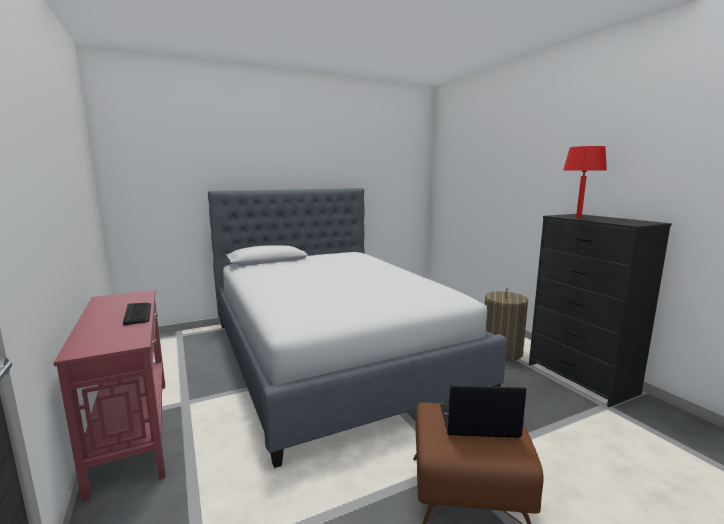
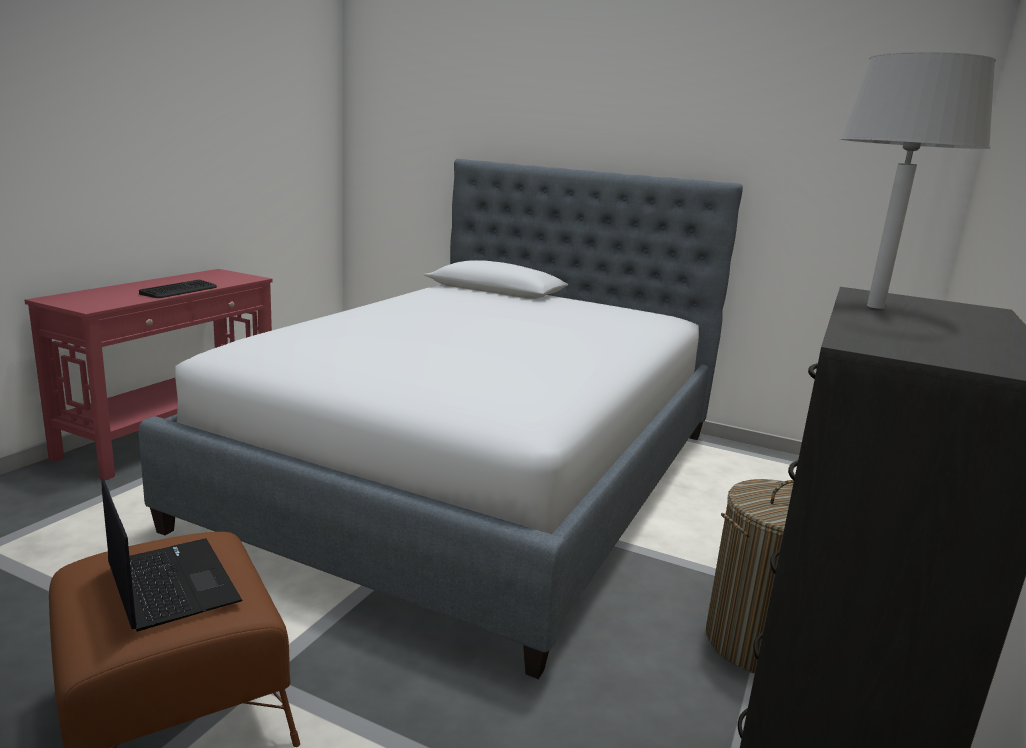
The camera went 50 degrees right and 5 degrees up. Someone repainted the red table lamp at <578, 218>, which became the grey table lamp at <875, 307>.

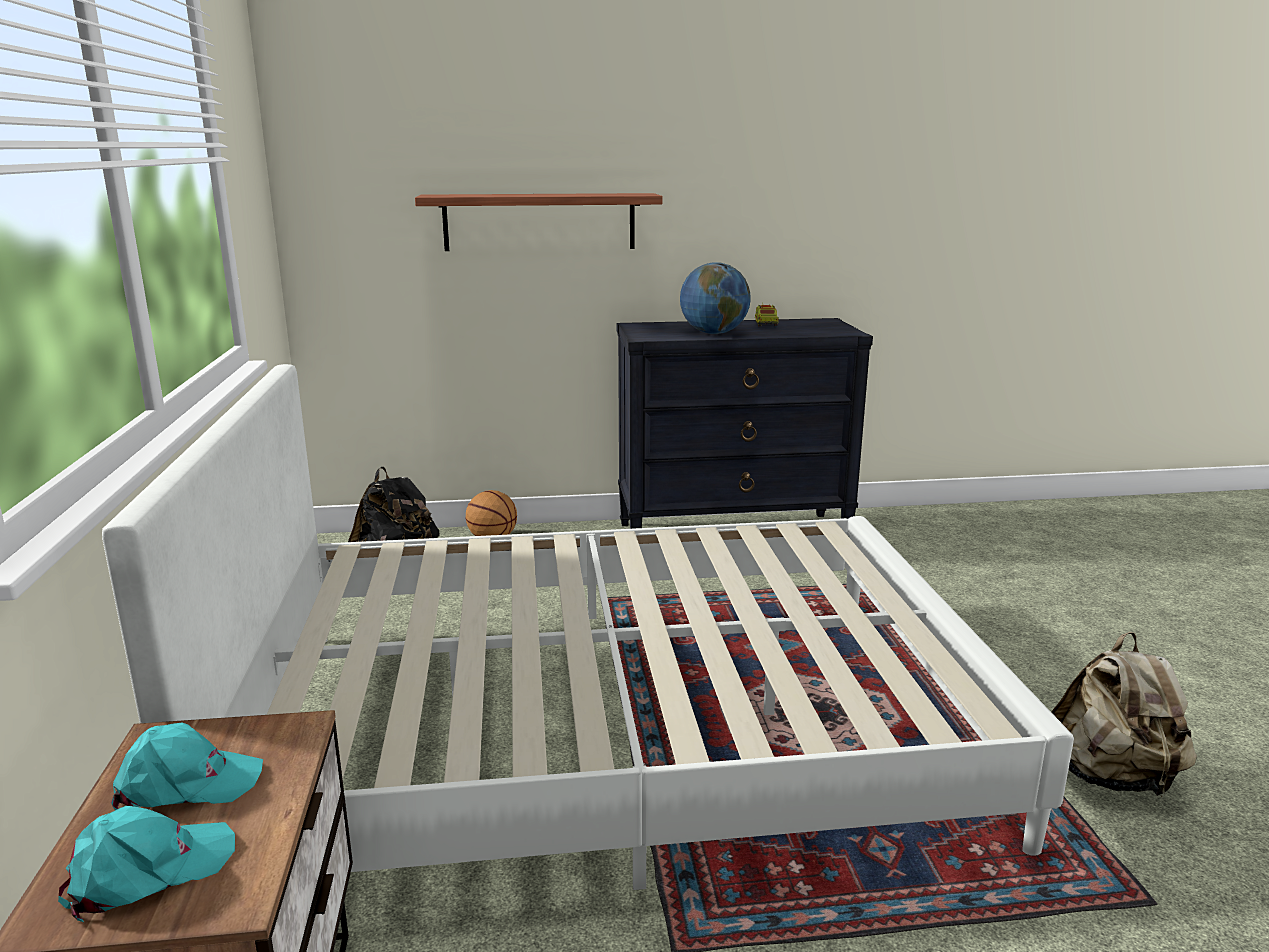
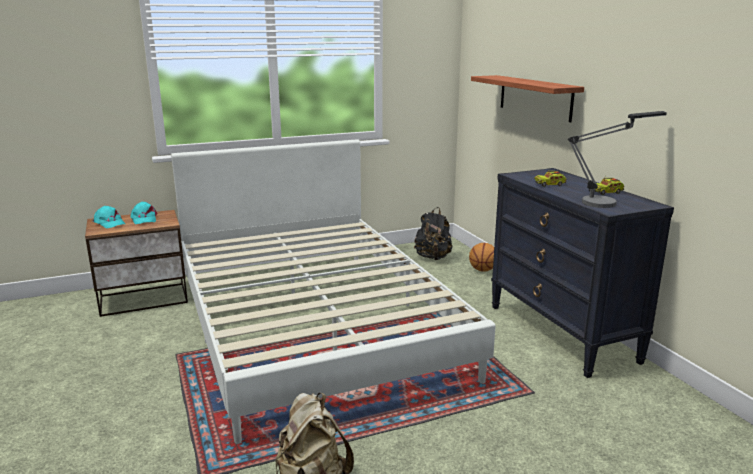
The camera went 75 degrees right and 0 degrees up. Someone swapped the globe at <714, 333> for the toy truck at <550, 184>. Someone put down the table lamp at <607, 202>.

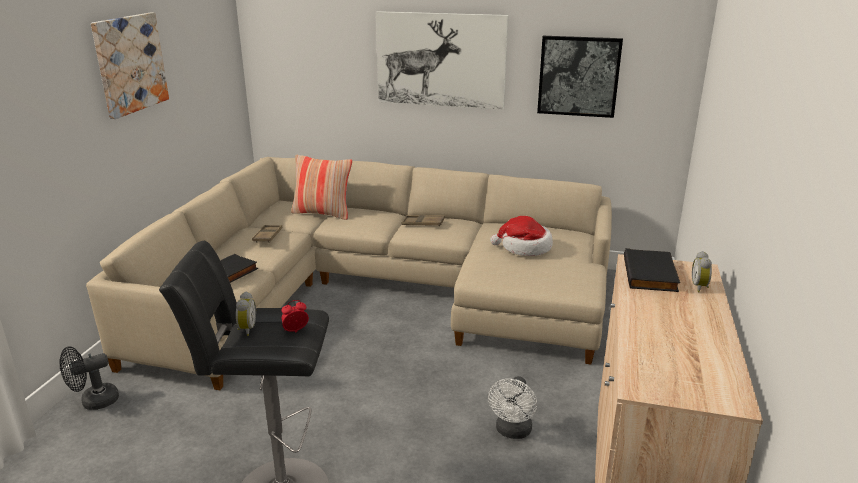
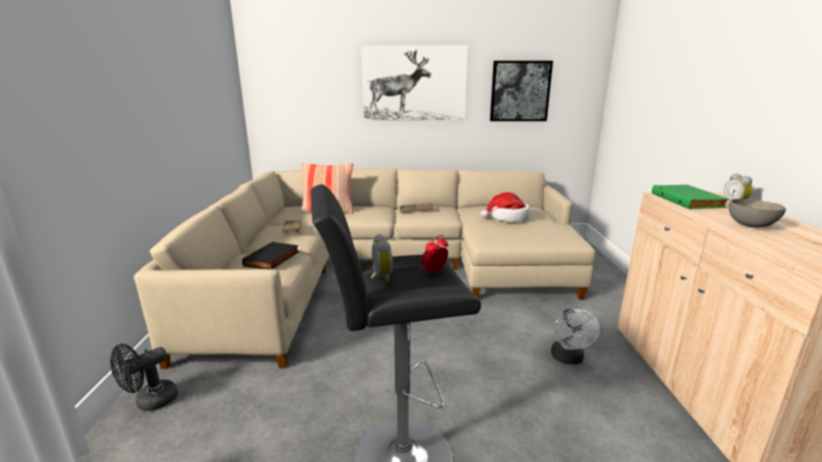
The camera went 15 degrees left and 5 degrees down. Someone took away the picture at <129, 64>. Someone repainted the black book at <651, 274>, which became the green book at <688, 200>. Someone put down the grey bowl at <752, 226>.

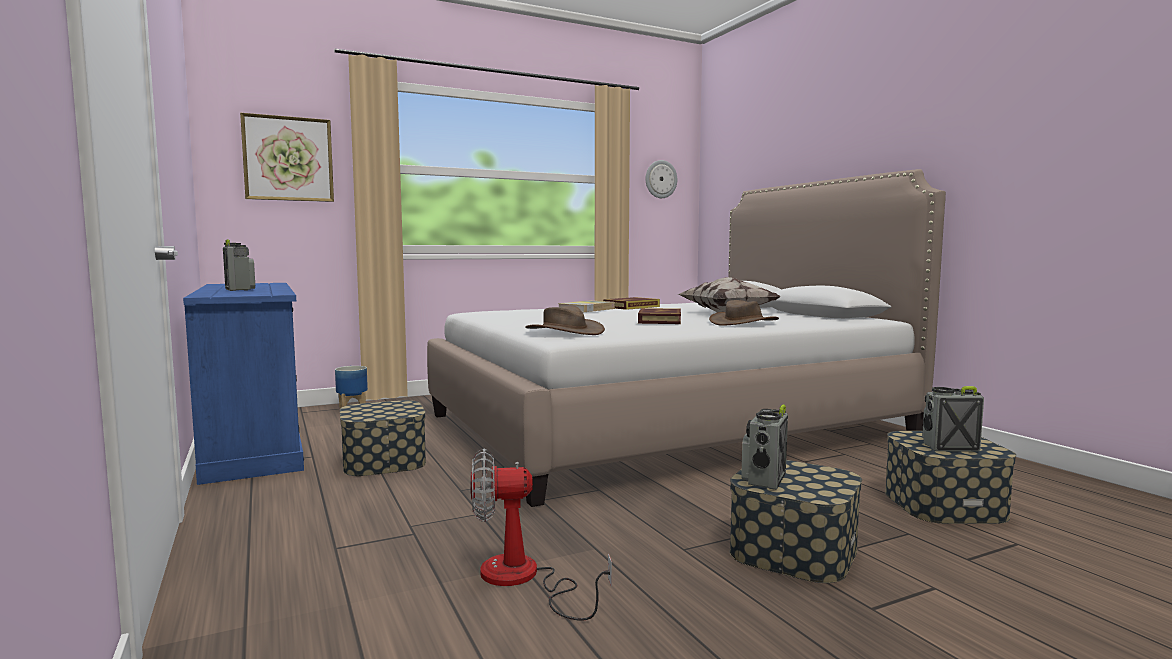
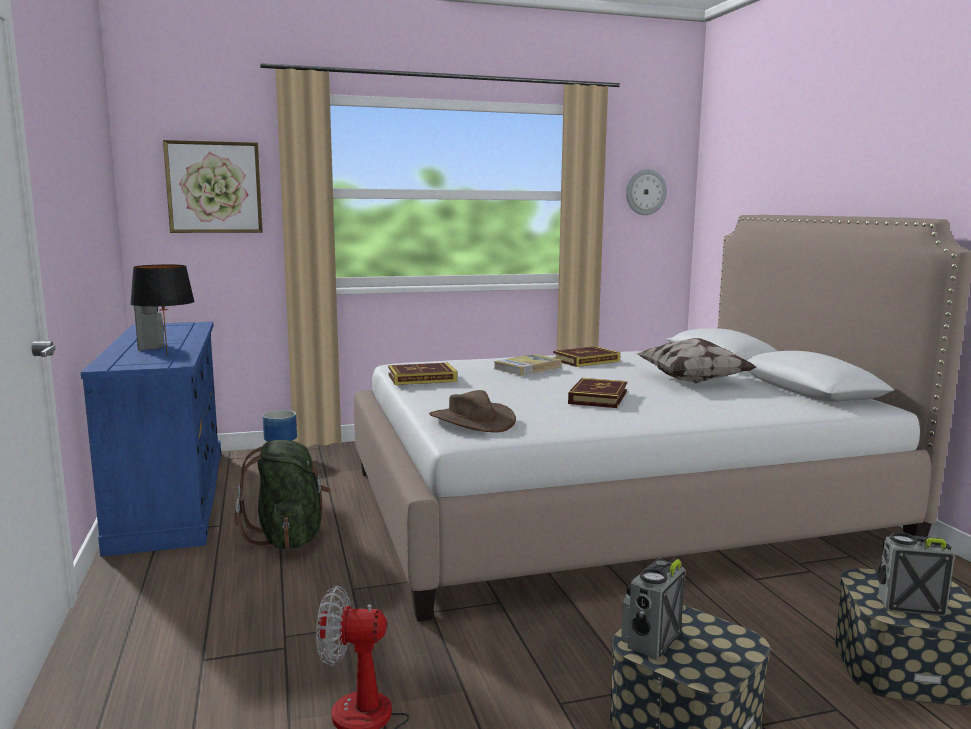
The camera went 10 degrees right and 5 degrees up. Someone swapped the storage box at <384, 461> for the green backpack at <288, 538>. Someone took away the brown hat at <744, 323>. Someone put down the black table lamp at <167, 355>. Someone put down the book at <422, 378>.

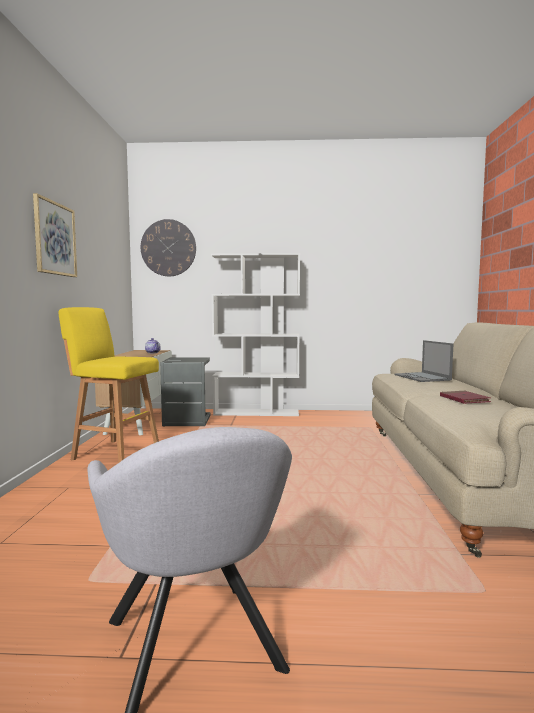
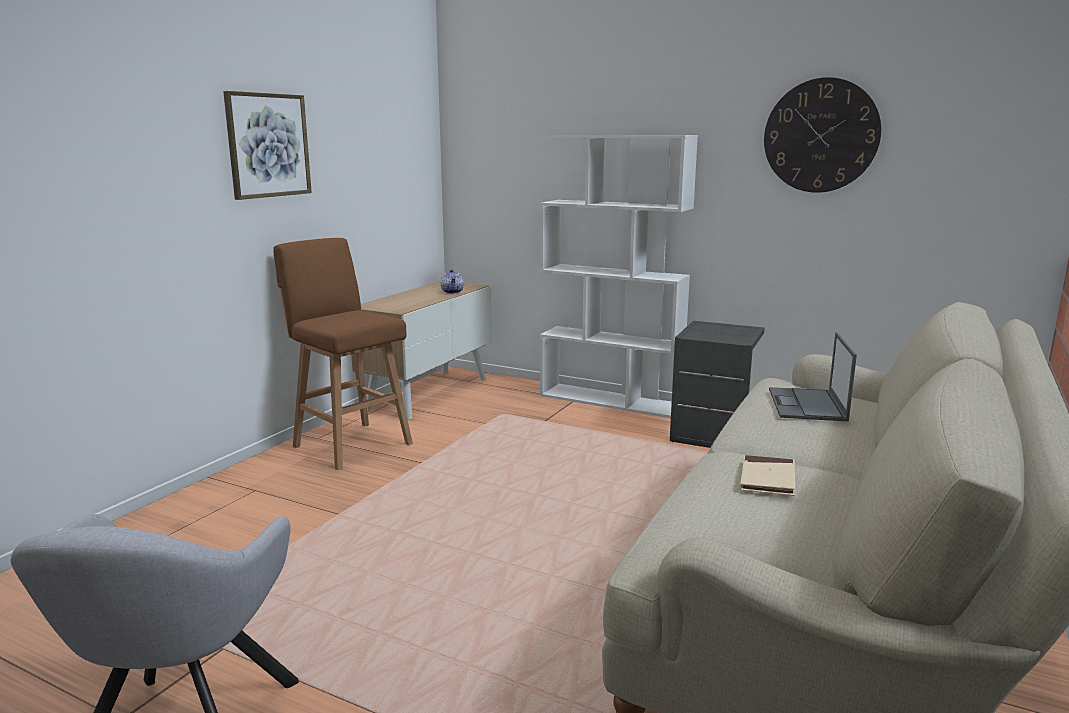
The camera went 25 degrees right and 10 degrees up. Someone repainted the yellow stool at <114, 452>, which became the brown stool at <350, 444>. Someone carried the wall clock from <168, 248> to <821, 136>. Someone carried the grey side table from <188, 421> to <715, 435>. Someone repainted the red book at <464, 400>, which became the beige book at <767, 479>.

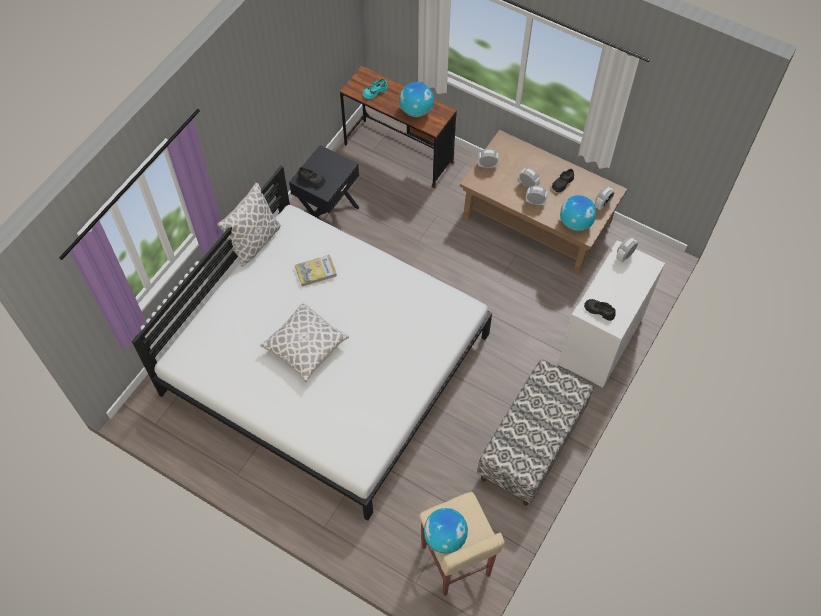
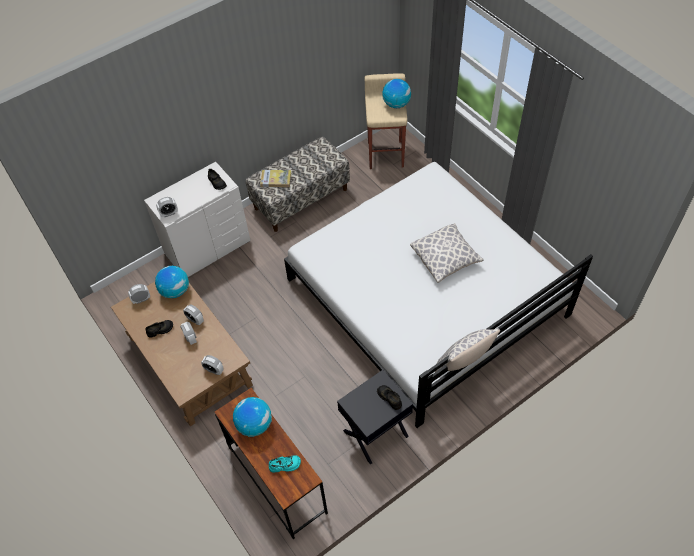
The camera went 155 degrees left and 5 degrees down. Someone carried the book from <316, 271> to <276, 179>.

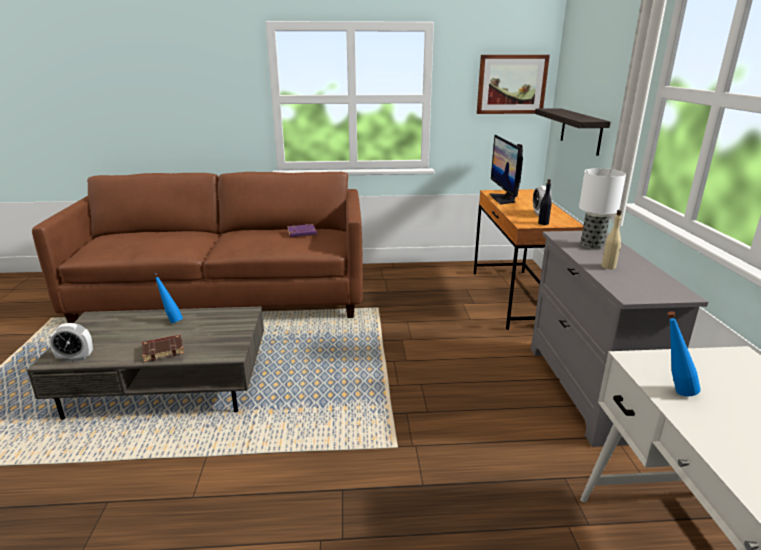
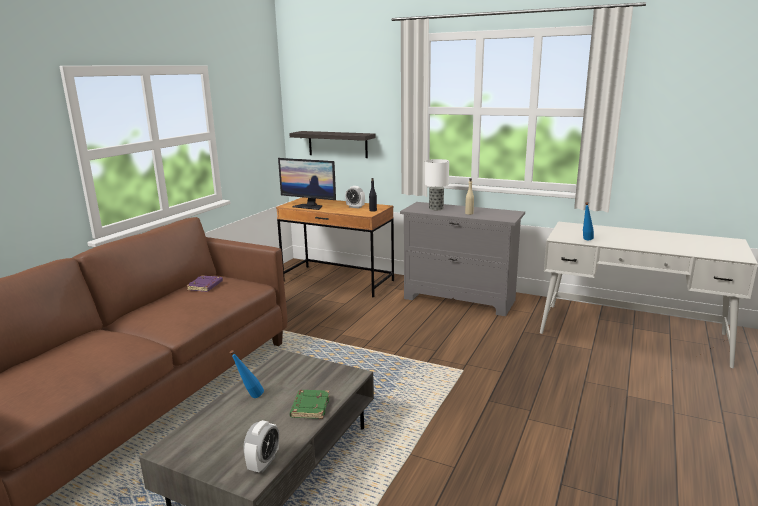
The camera went 60 degrees left and 5 degrees down. Someone repainted the brown book at <163, 350>, which became the green book at <309, 407>. Someone took away the picture at <511, 84>.

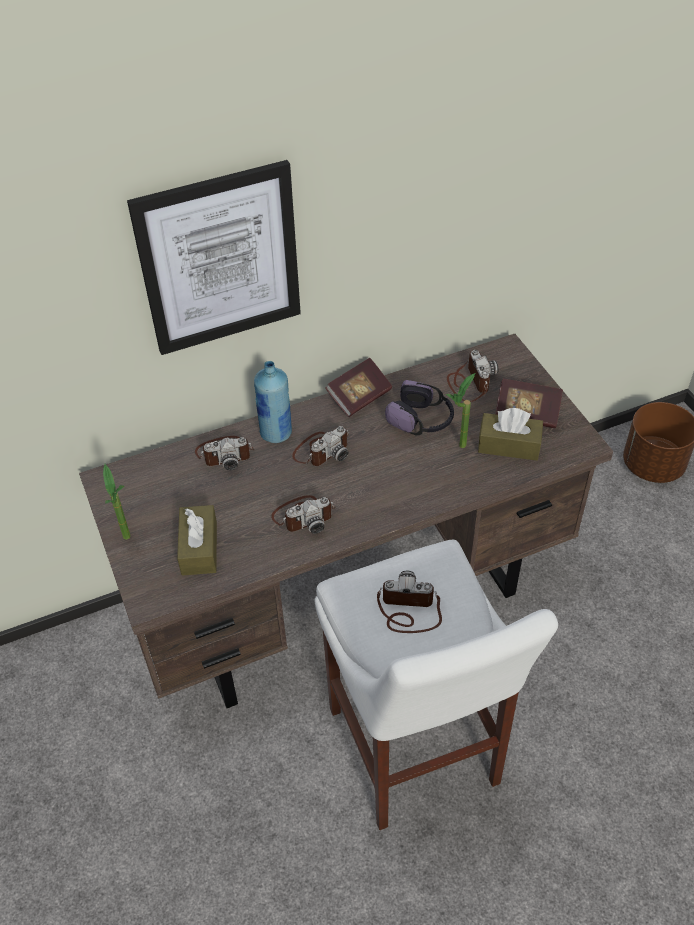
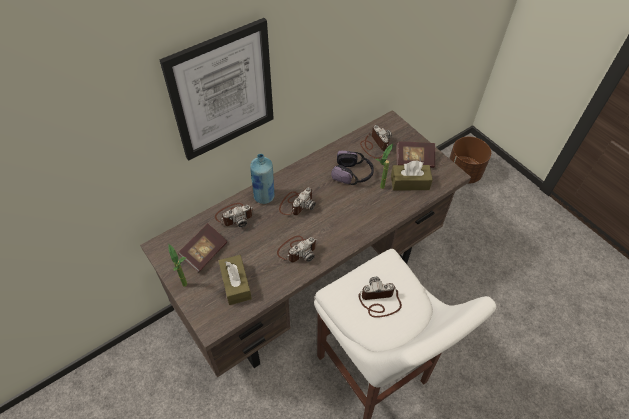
The camera went 15 degrees left and 5 degrees up. Someone carried the book from <359, 397> to <204, 252>.

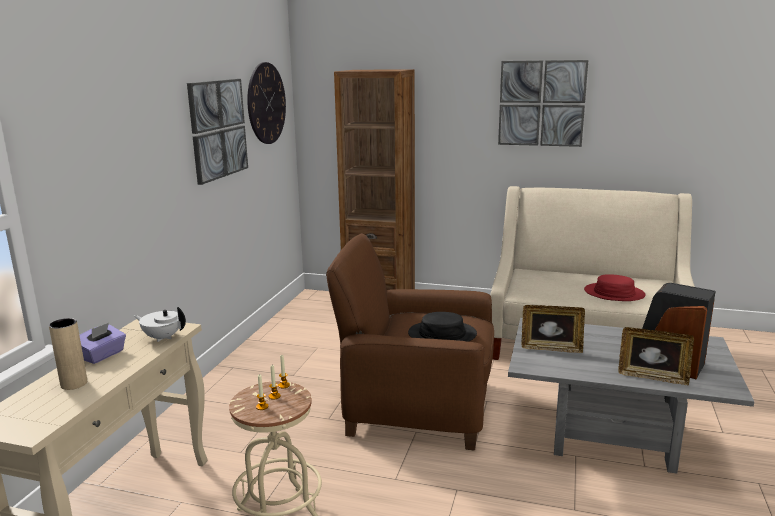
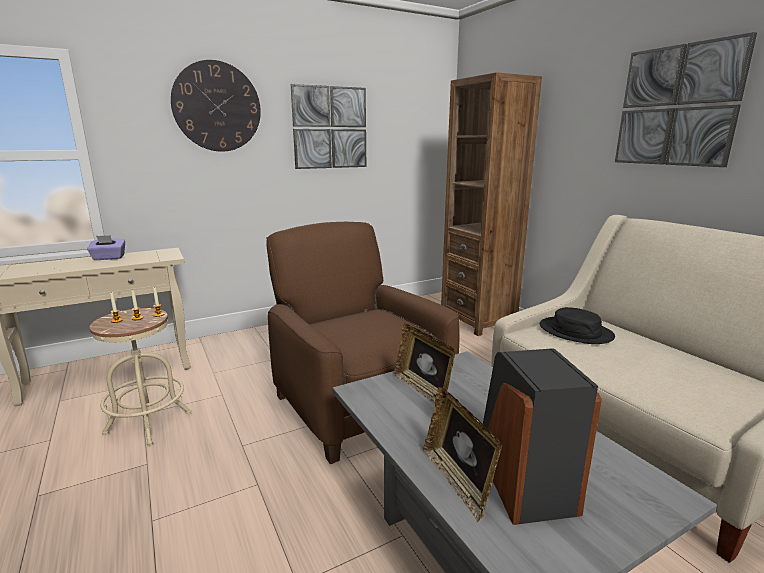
The camera went 45 degrees right and 0 degrees up. Someone took away the beige vase at <74, 384>. Someone took away the white teapot at <162, 337>. Someone carried the wall clock from <266, 103> to <217, 107>. Someone carried the black hat from <442, 334> to <575, 331>. Someone took away the red hat at <614, 293>.

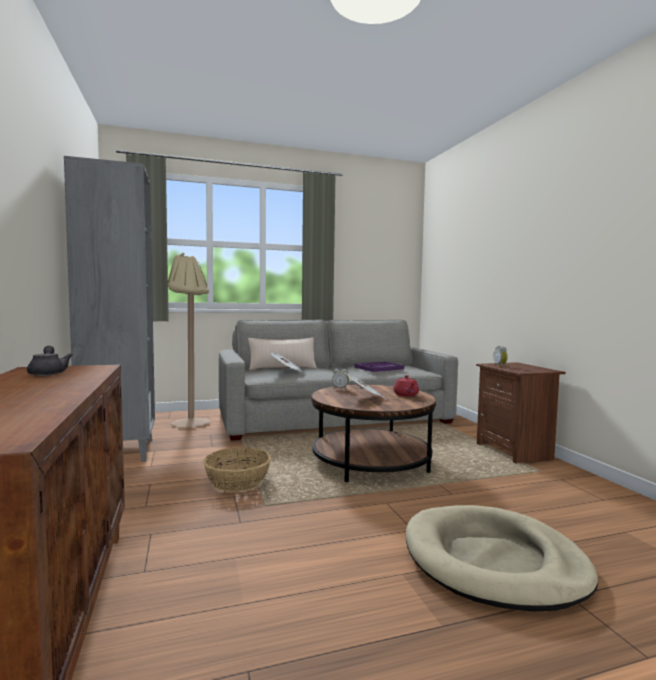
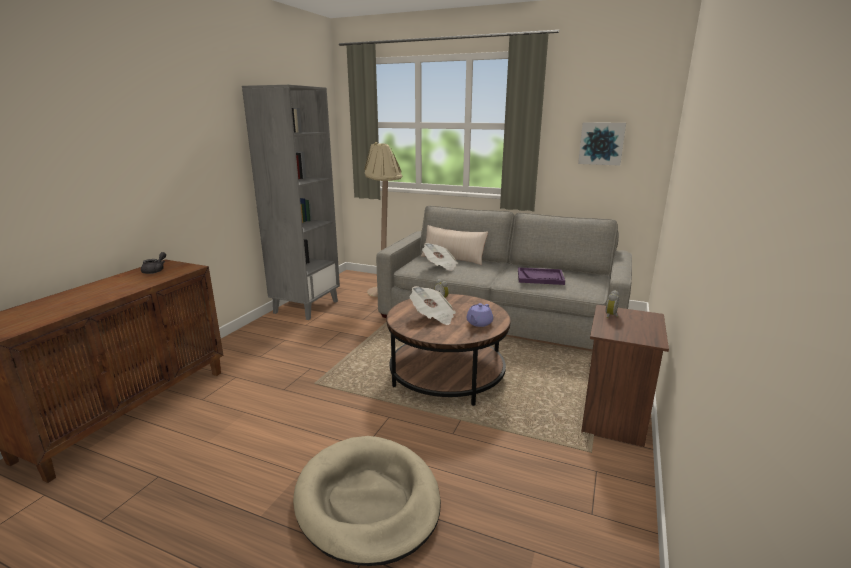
The camera went 40 degrees right and 15 degrees up. Someone took away the basket at <237, 481>. Someone repainted the red teapot at <406, 395>, which became the purple teapot at <479, 323>. Someone put up the picture at <601, 143>.

